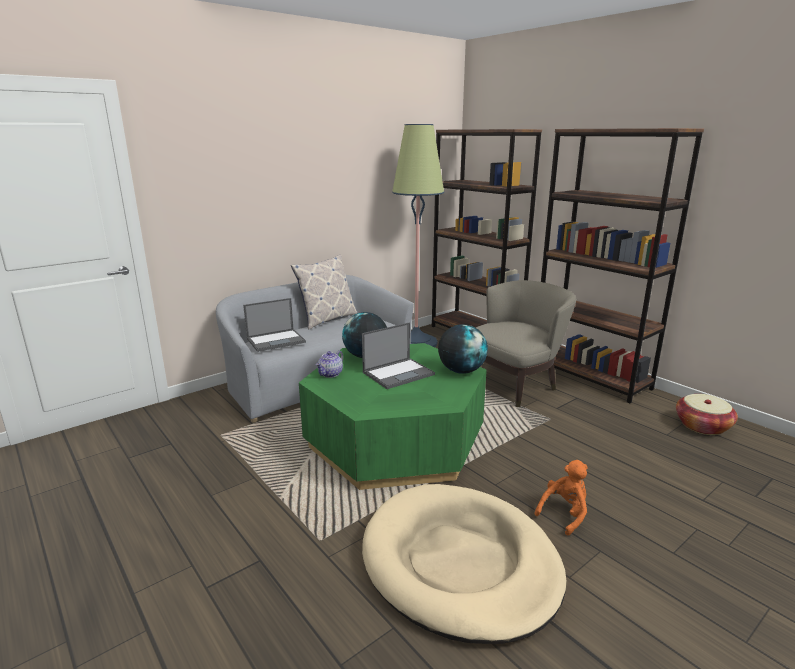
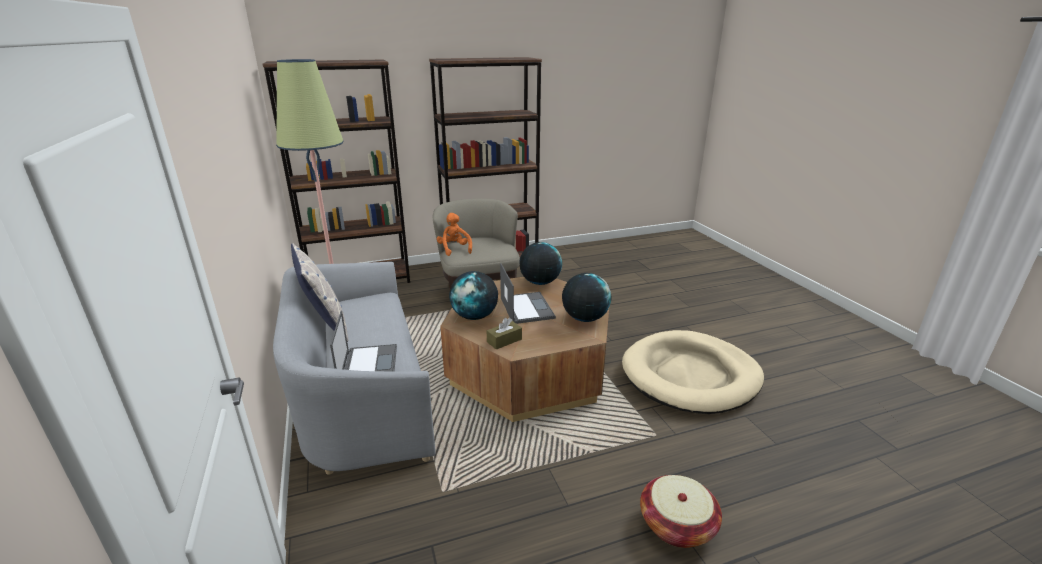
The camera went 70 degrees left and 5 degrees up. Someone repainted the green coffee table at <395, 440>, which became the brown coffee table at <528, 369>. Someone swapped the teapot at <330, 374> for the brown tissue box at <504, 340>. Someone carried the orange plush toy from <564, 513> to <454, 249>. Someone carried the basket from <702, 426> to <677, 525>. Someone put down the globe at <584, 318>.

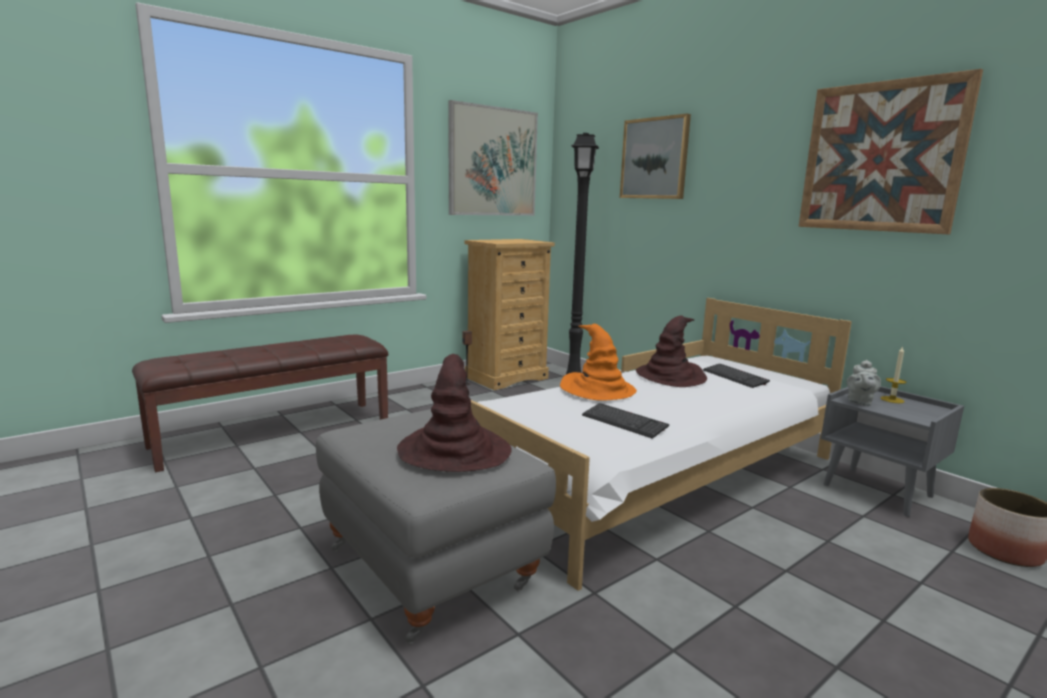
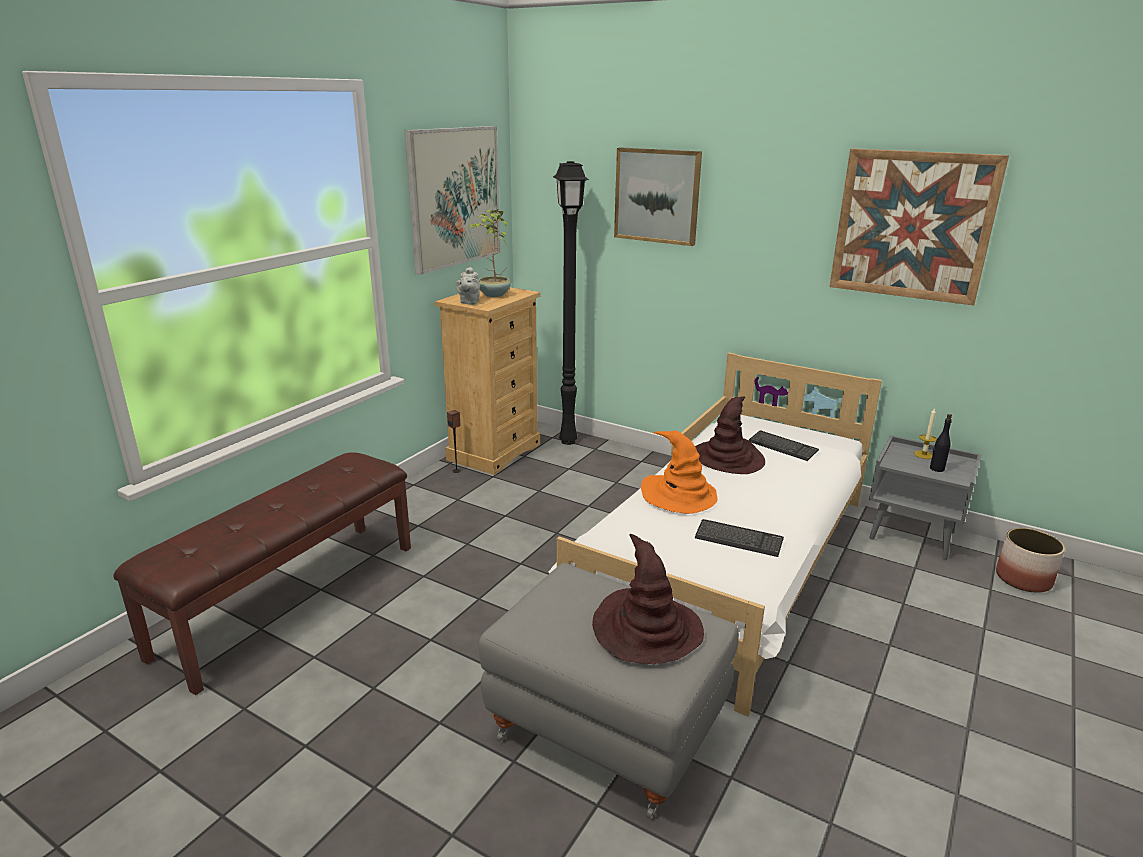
The camera went 20 degrees left and 10 degrees up. Someone carried the grey teapot from <859, 402> to <469, 302>. Someone put down the potted plant at <493, 295>. Someone put down the black bottle at <936, 469>.

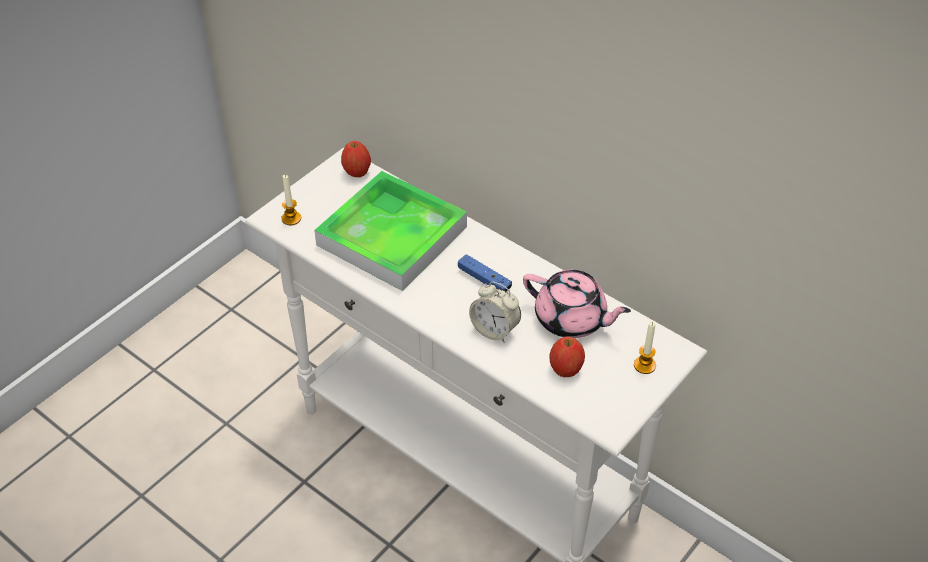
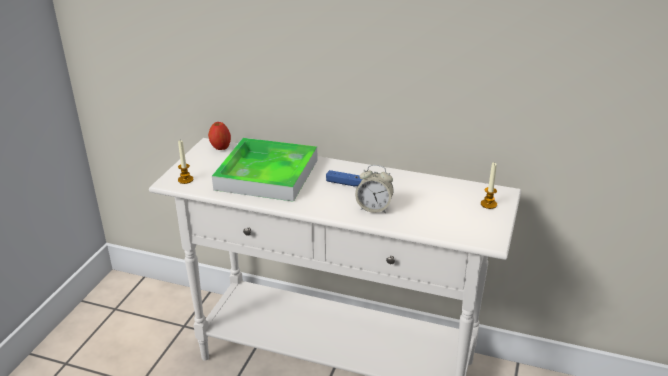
The camera went 20 degrees left and 15 degrees down. Someone took away the pink teapot at <571, 319>. Someone took away the apple at <566, 369>.

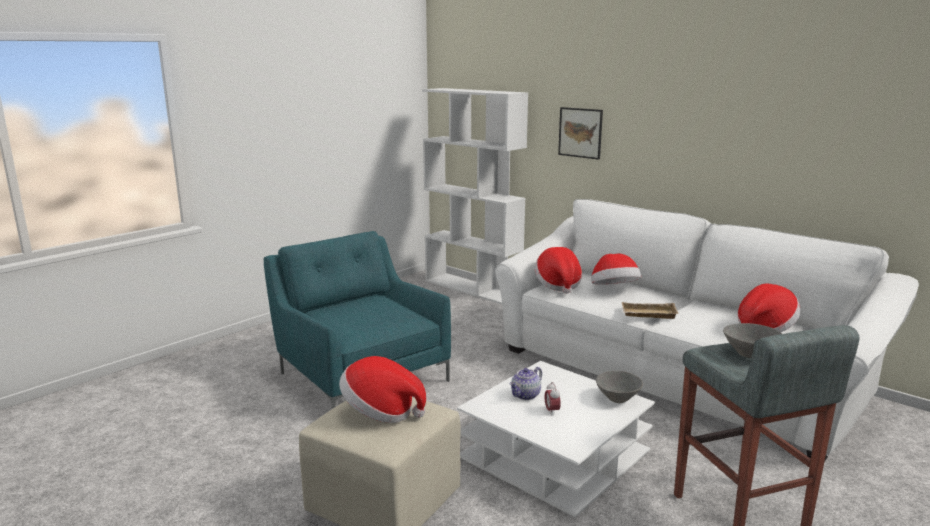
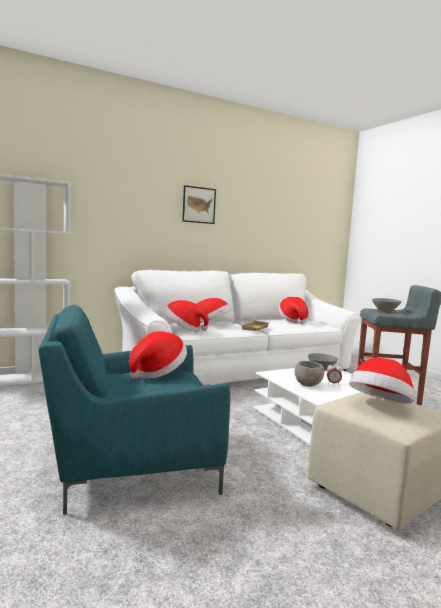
The camera went 70 degrees left and 10 degrees down. Someone swapped the teapot at <526, 395> for the grey bowl at <308, 385>. Someone carried the picture from <580, 132> to <199, 205>. Someone put down the hat at <157, 373>.

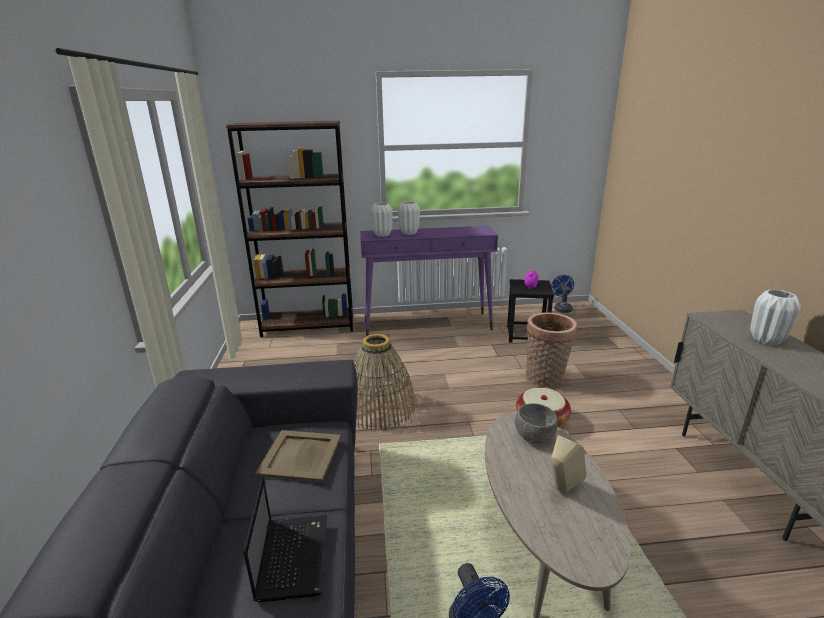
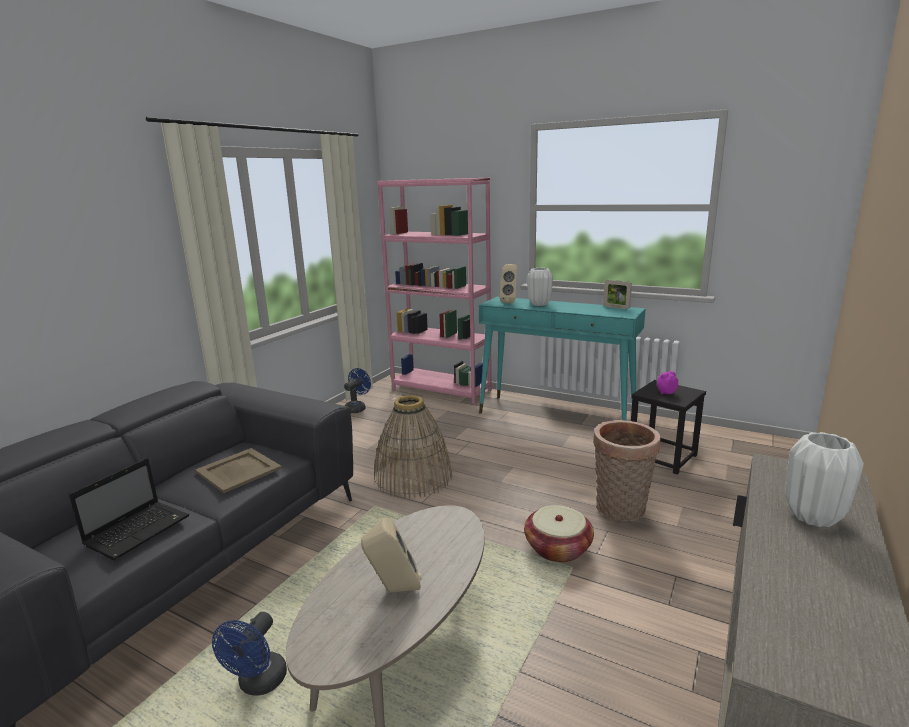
The camera went 35 degrees right and 5 degrees down. Someone repainted the brown bookcase at <308, 326>, which became the pink bookcase at <441, 390>. Someone repainted the purple console table at <428, 325>, which became the turquoise console table at <556, 417>. Someone swapped the white vase at <382, 235> for the beige speaker at <510, 302>. Someone took away the grey bowl at <534, 438>. Someone carried the blue fan from <561, 308> to <357, 408>. Someone put down the picture frame at <616, 307>.

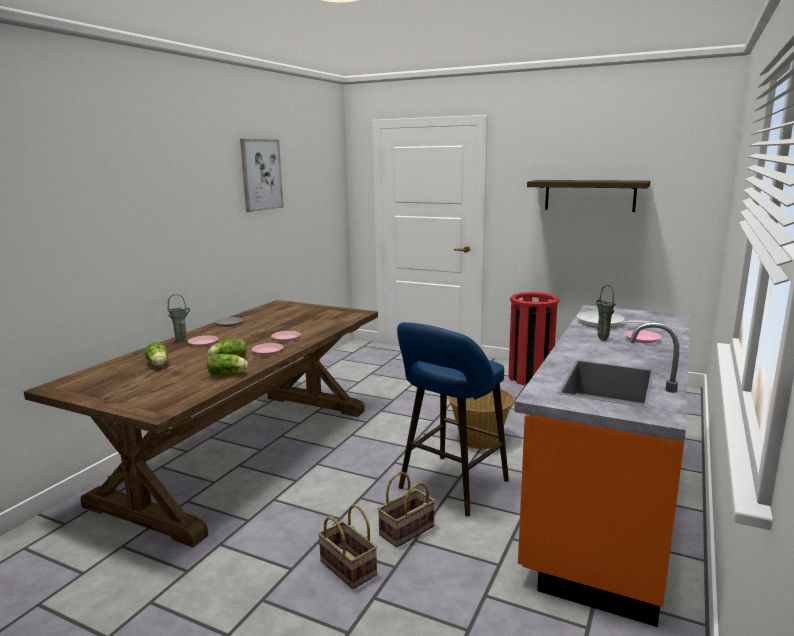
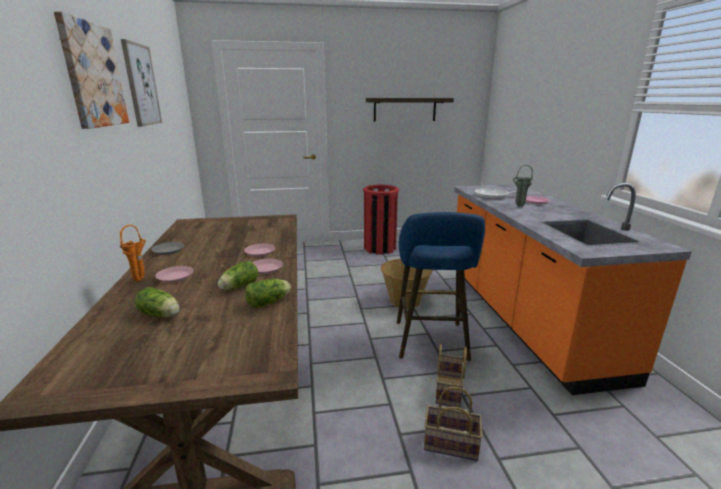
The camera went 35 degrees left and 5 degrees up. Someone repainted the green vase at <182, 340>, which became the orange vase at <141, 279>. Someone put up the picture at <92, 75>.

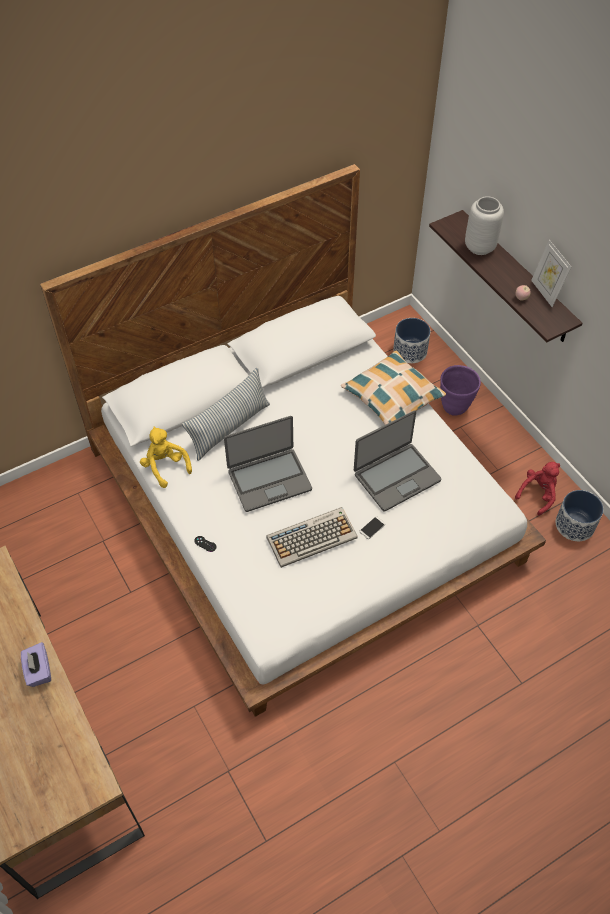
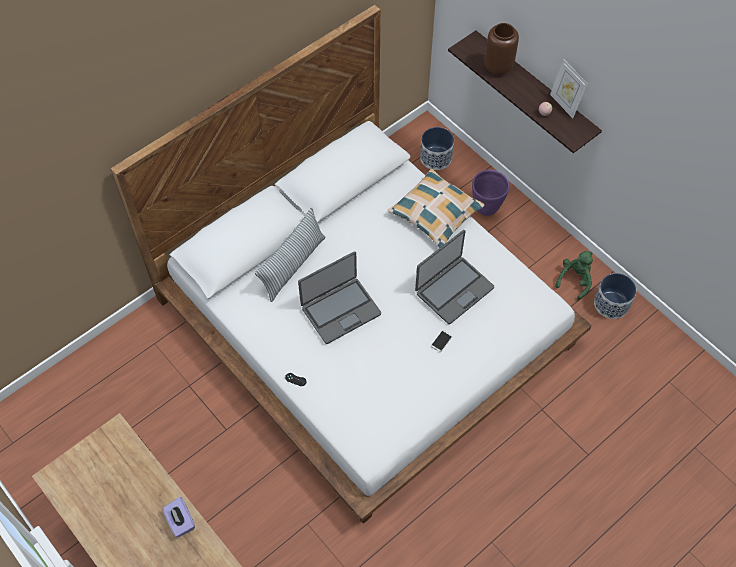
The camera went 10 degrees left and 5 degrees up. Someone took away the yellow plush toy at <165, 466>. Someone took away the keyboard at <312, 537>. Someone repainted the grey vase at <480, 247>, which became the brown vase at <499, 67>. Someone repainted the red plush toy at <538, 494>, which became the green plush toy at <575, 280>.

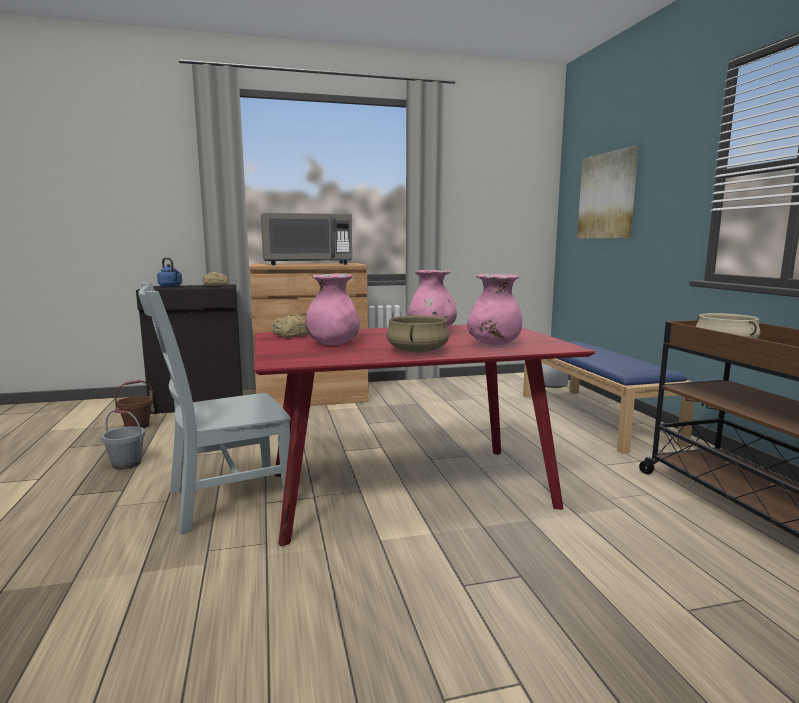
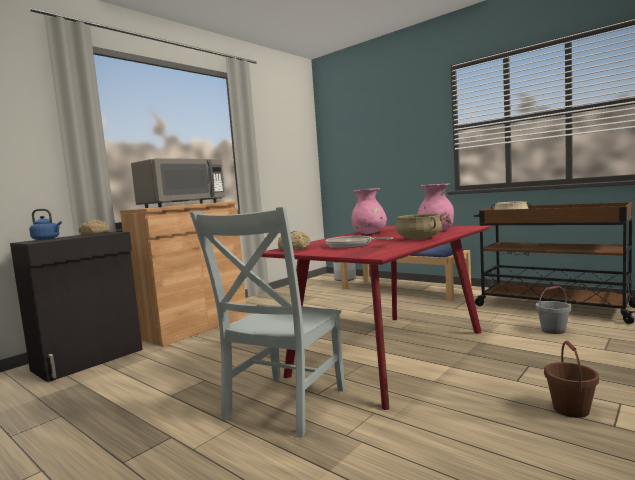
The camera went 35 degrees left and 5 degrees down. Someone carried the grey bucket from <126, 464> to <553, 330>. Someone carried the brown bucket from <137, 426> to <571, 409>. Someone swapped the pink vase at <333, 344> for the frying pan at <351, 245>. Someone took away the picture at <607, 196>.

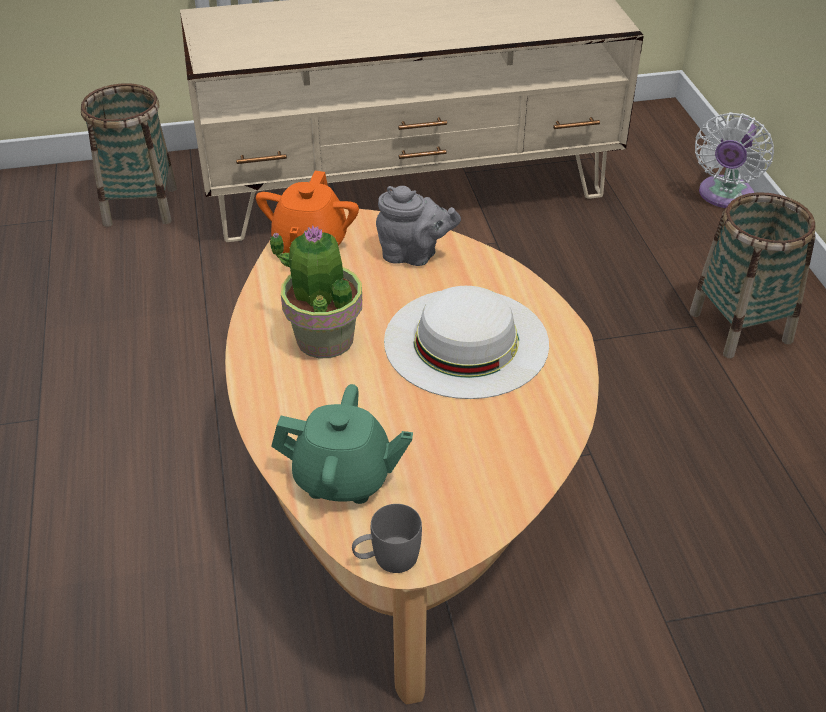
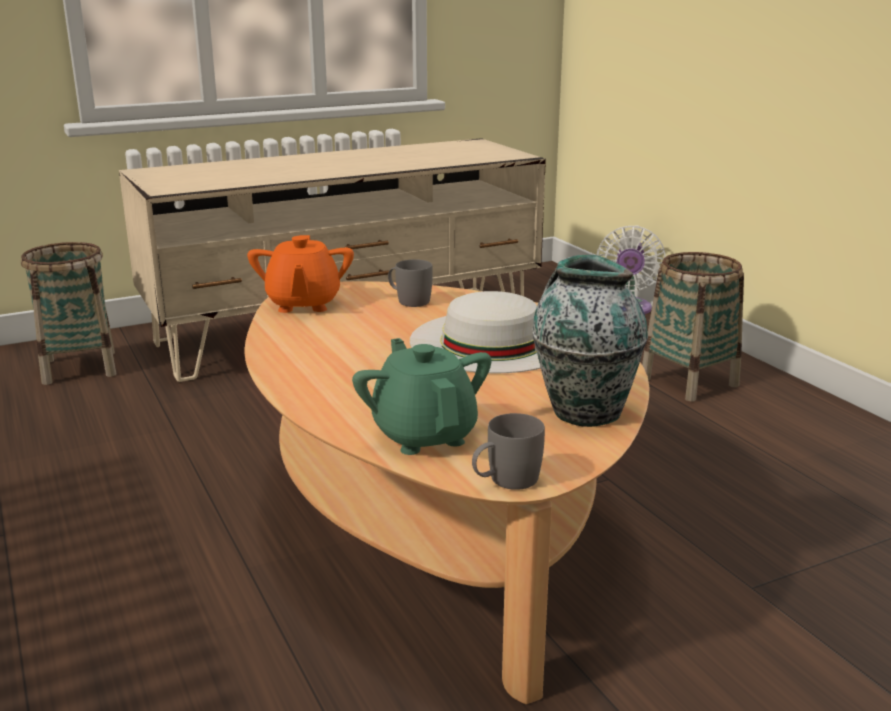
The camera went 15 degrees left and 20 degrees down. Someone took away the potted plant at <324, 338>. Someone rotated the green teapot at <343, 478> by 105 degrees counterclockwise. Someone swapped the grey teapot at <413, 255> for the grey mug at <408, 300>. Someone put down the vase at <583, 411>.

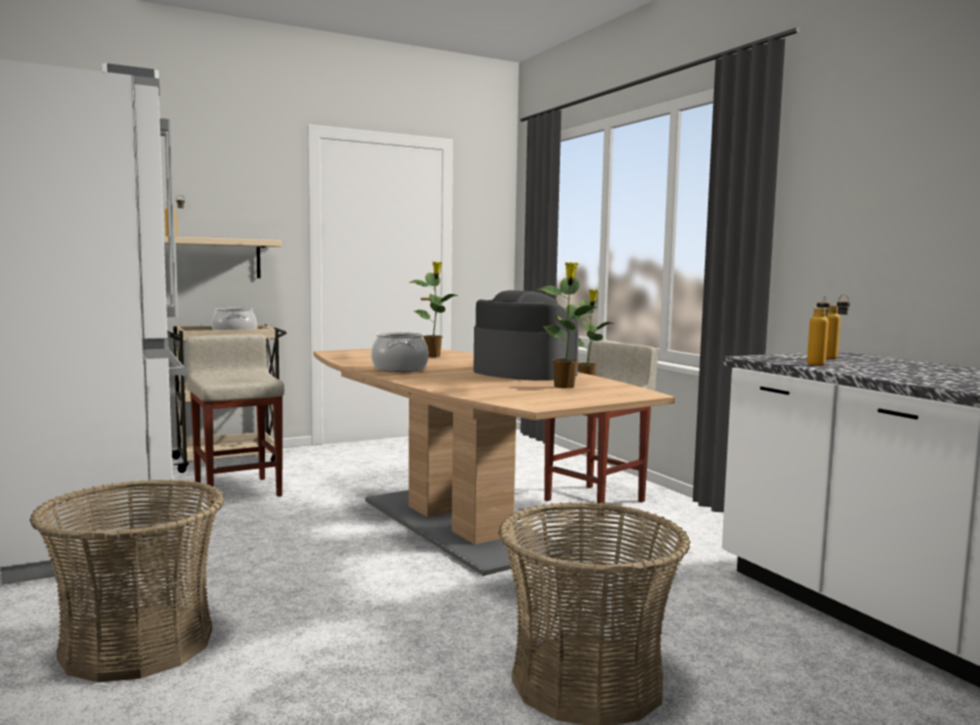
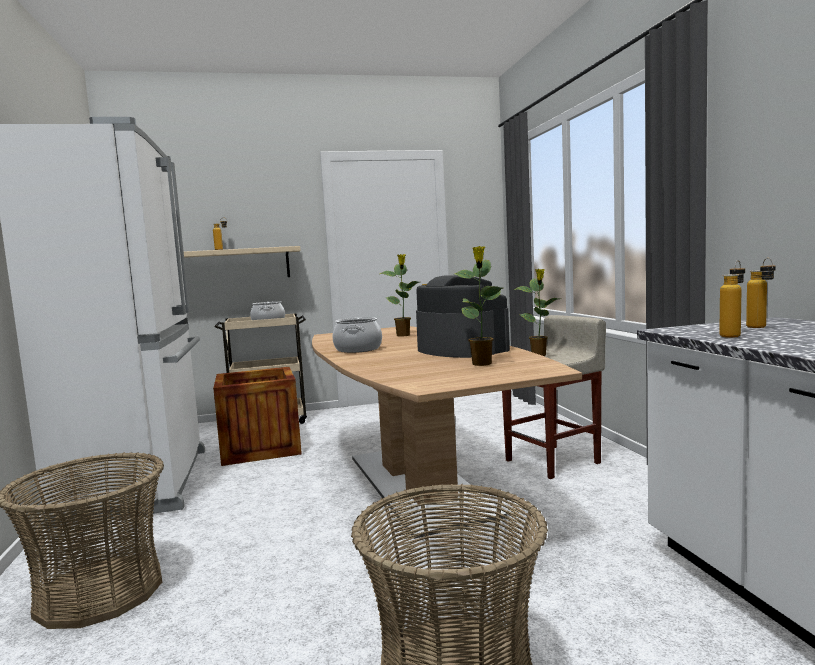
The camera went 15 degrees right and 0 degrees up. Someone swapped the beige stool at <237, 491> for the crate at <260, 448>.

